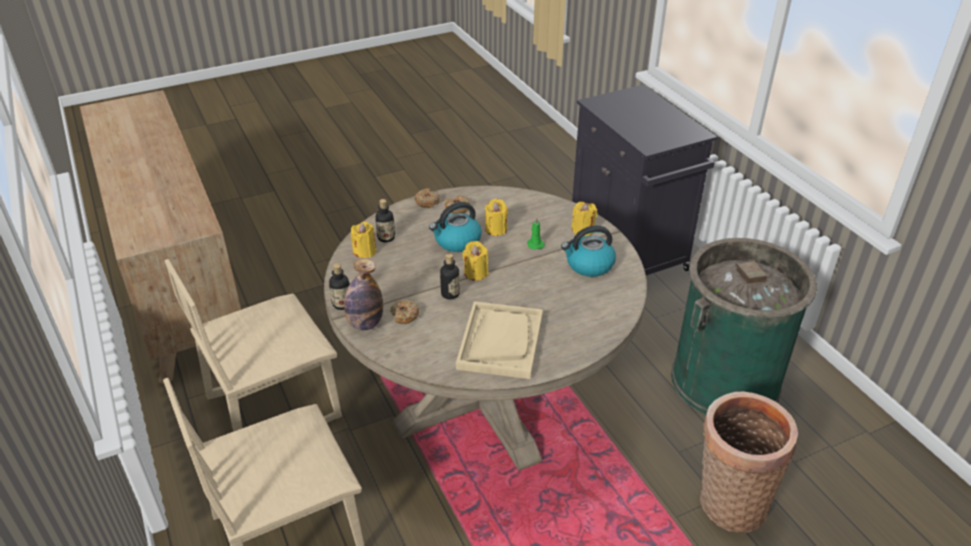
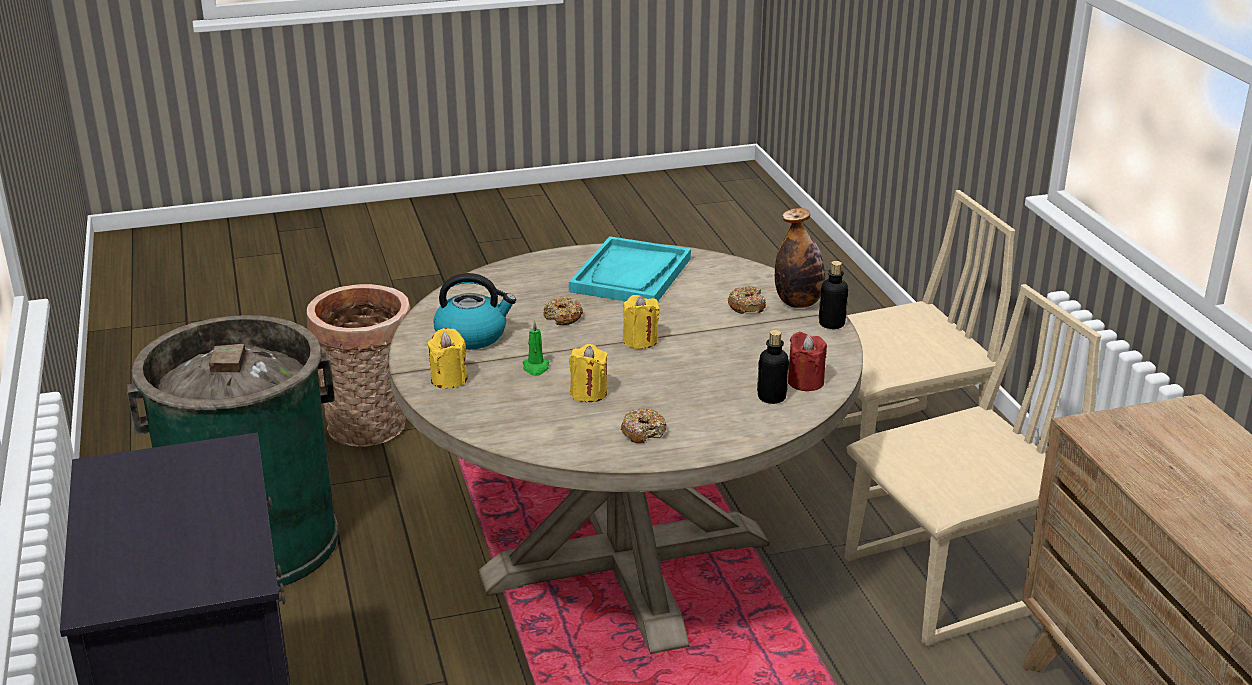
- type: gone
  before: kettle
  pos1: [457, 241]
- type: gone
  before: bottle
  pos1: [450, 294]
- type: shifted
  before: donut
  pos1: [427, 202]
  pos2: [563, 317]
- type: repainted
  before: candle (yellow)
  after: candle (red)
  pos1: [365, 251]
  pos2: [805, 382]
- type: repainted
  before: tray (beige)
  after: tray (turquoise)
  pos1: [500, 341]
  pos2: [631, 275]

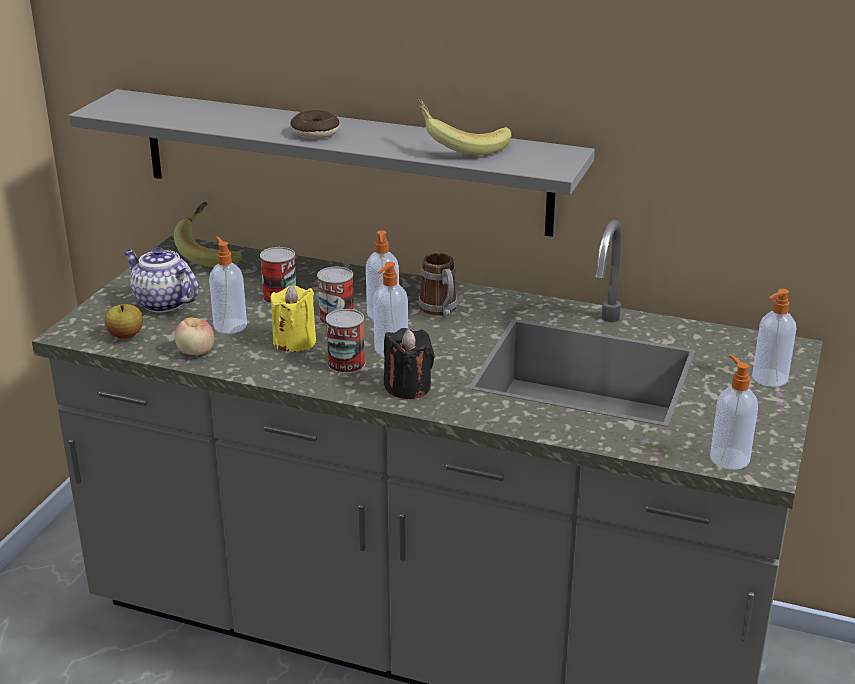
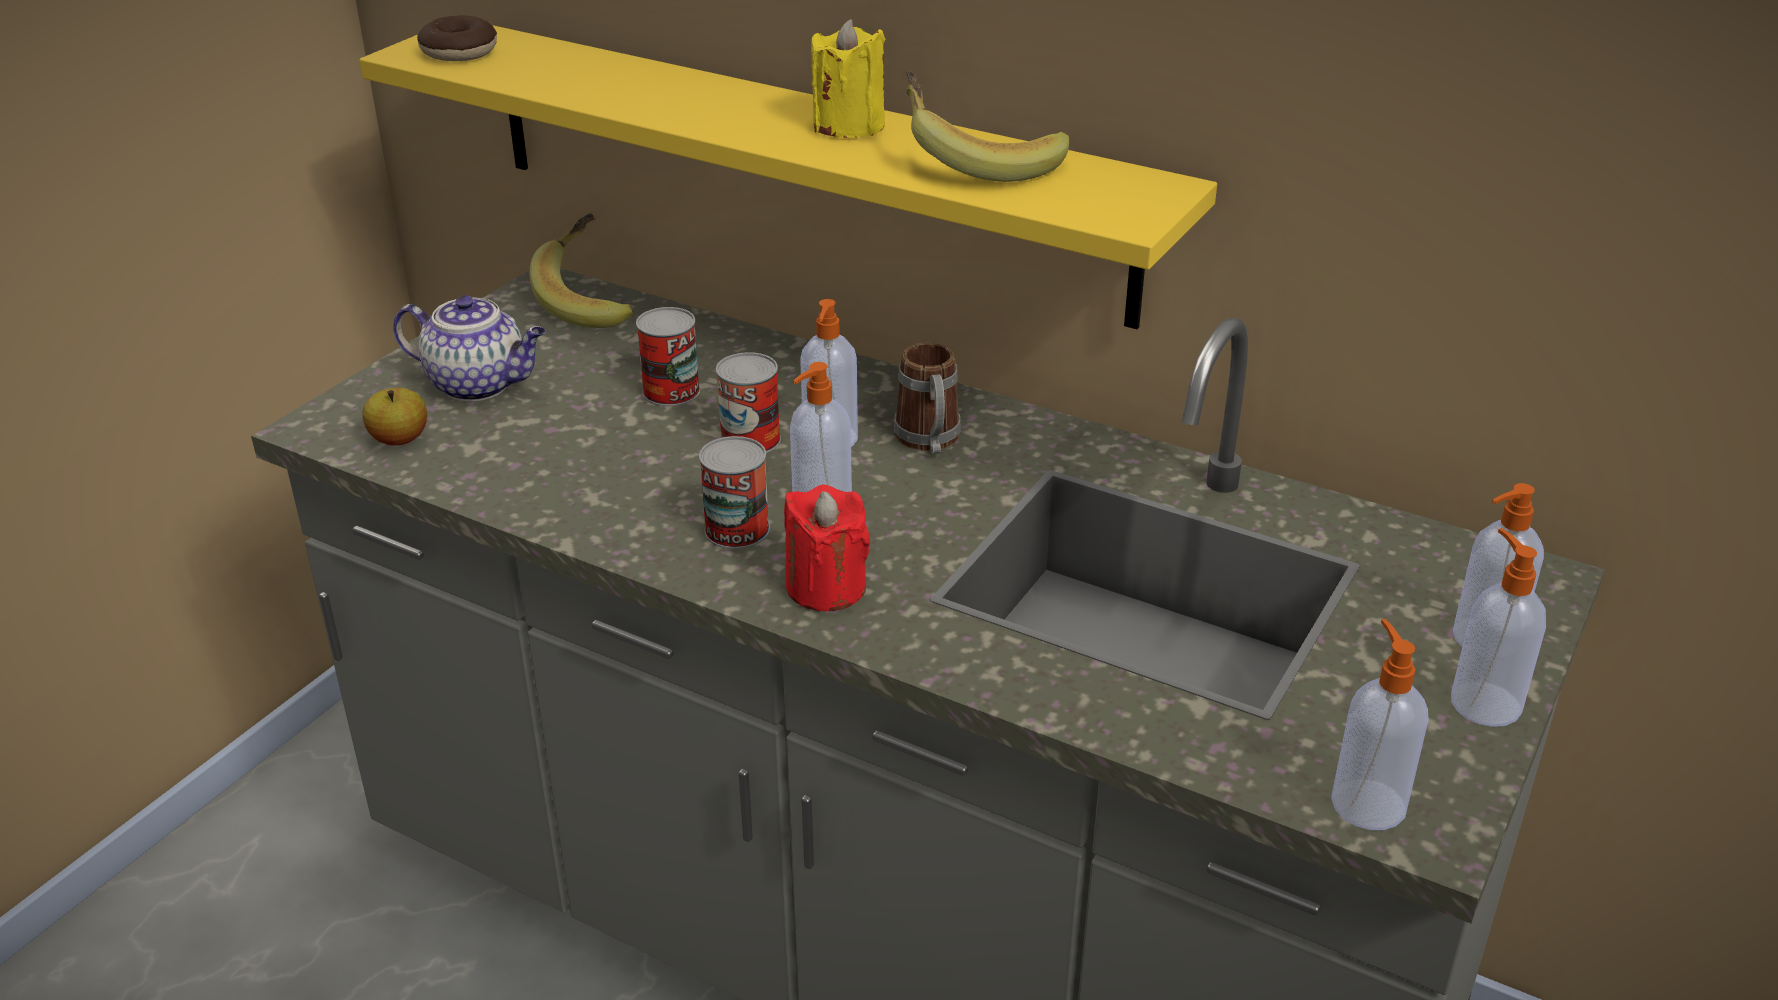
- type: gone
  before: apple
  pos1: [196, 352]
- type: shifted
  before: soap dispenser
  pos1: [229, 325]
  pos2: [1483, 703]
- type: shifted
  before: candle (yellow)
  pos1: [294, 342]
  pos2: [849, 126]
- type: shifted
  before: donut
  pos1: [315, 133]
  pos2: [459, 52]
- type: repainted
  before: shelf (grey)
  after: shelf (yellow)
  pos1: [342, 161]
  pos2: [799, 166]
- type: repainted
  before: candle (black)
  after: candle (red)
  pos1: [408, 387]
  pos2: [826, 587]
- type: rotated
  before: teapot
  pos1: [162, 303]
  pos2: [480, 384]
  turn: 150

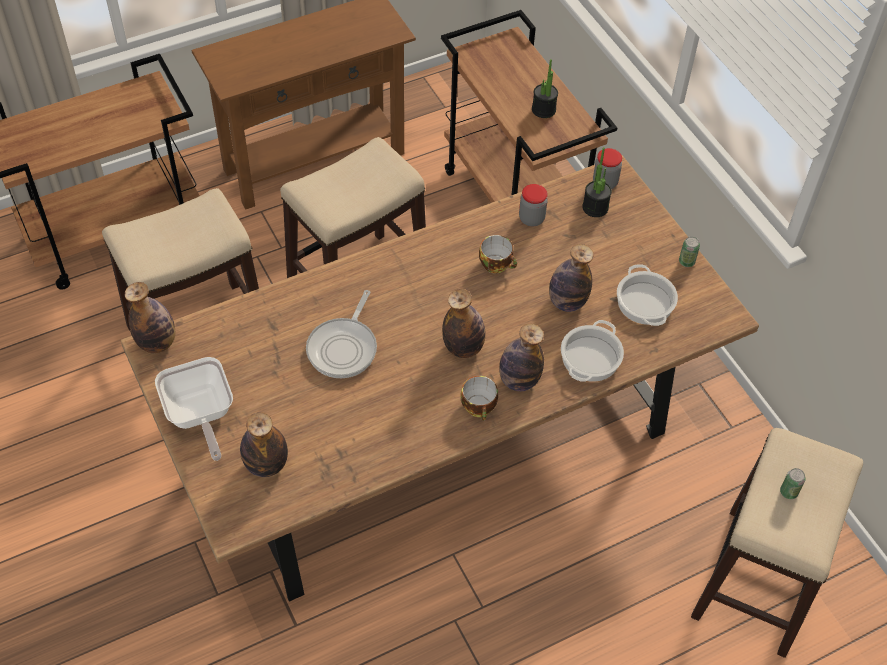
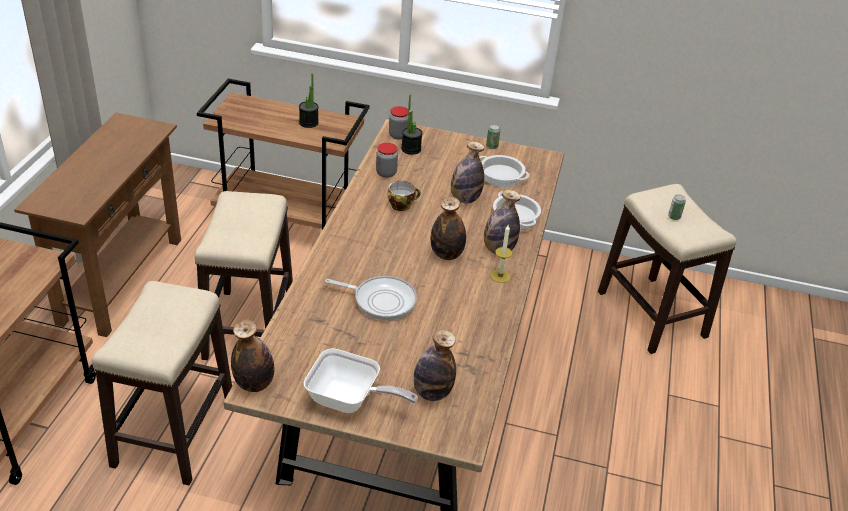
- type: swapped
  before: cup
  after: candle
  pos1: [480, 408]
  pos2: [500, 276]
- type: rotated
  before: frying pan
  pos1: [344, 347]
  pos2: [381, 300]
  turn: -45

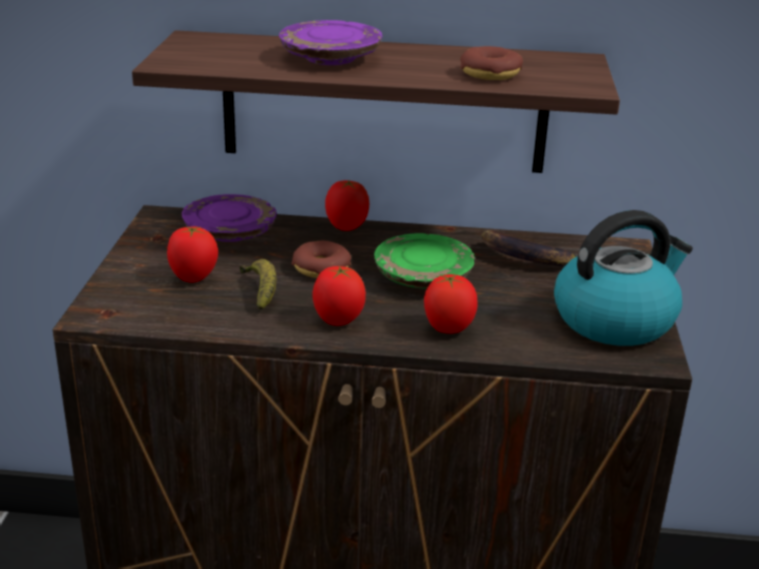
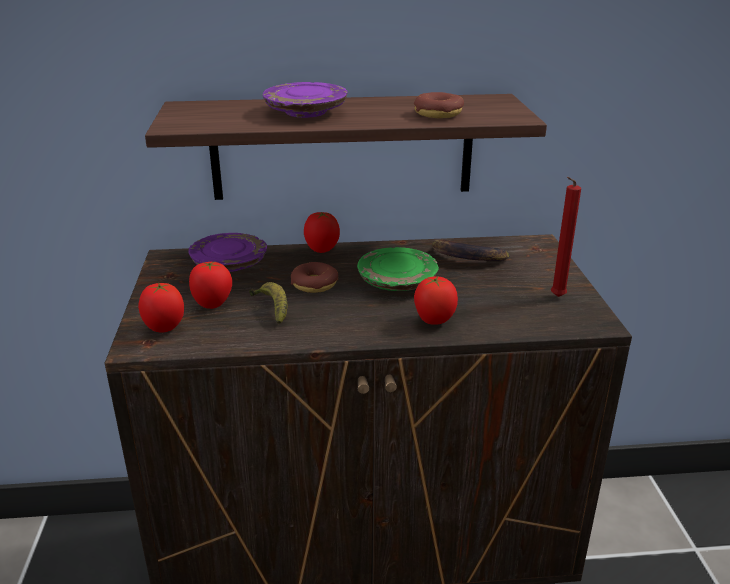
- type: shifted
  before: tomato
  pos1: [338, 321]
  pos2: [164, 328]
- type: swapped
  before: kettle
  after: candle (red)
  pos1: [615, 319]
  pos2: [556, 297]

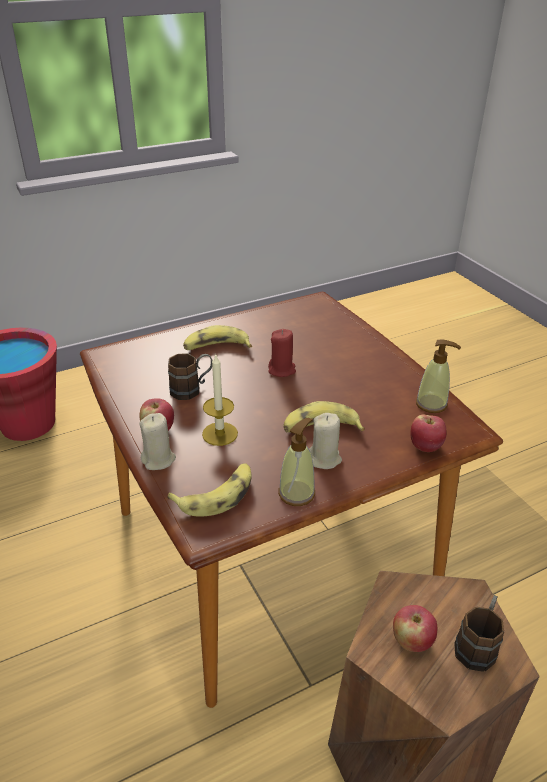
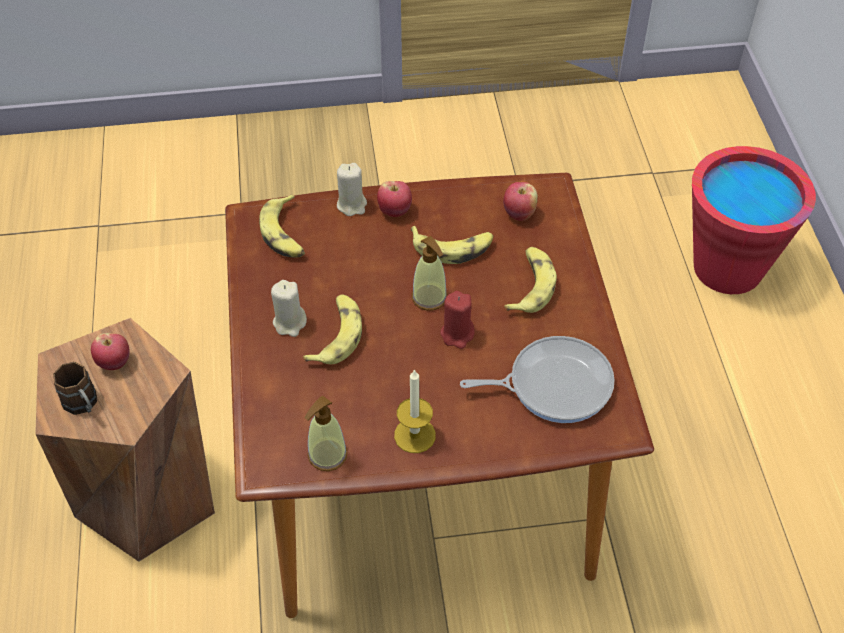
- type: new
  after: frying pan
  pos2: [554, 384]
- type: shifted
  before: candle
  pos1: [220, 434]
  pos2: [414, 435]
- type: shifted
  before: soap dispenser
  pos1: [297, 493]
  pos2: [429, 297]
- type: shifted
  before: apple
  pos1: [425, 447]
  pos2: [519, 213]
- type: swapped
  before: mug (brown)
  after: banana
  pos1: [192, 389]
  pos2: [452, 247]

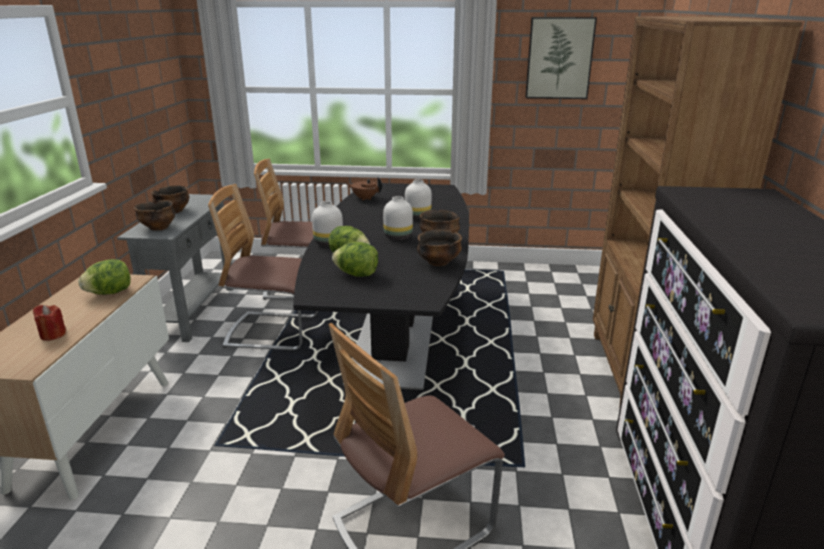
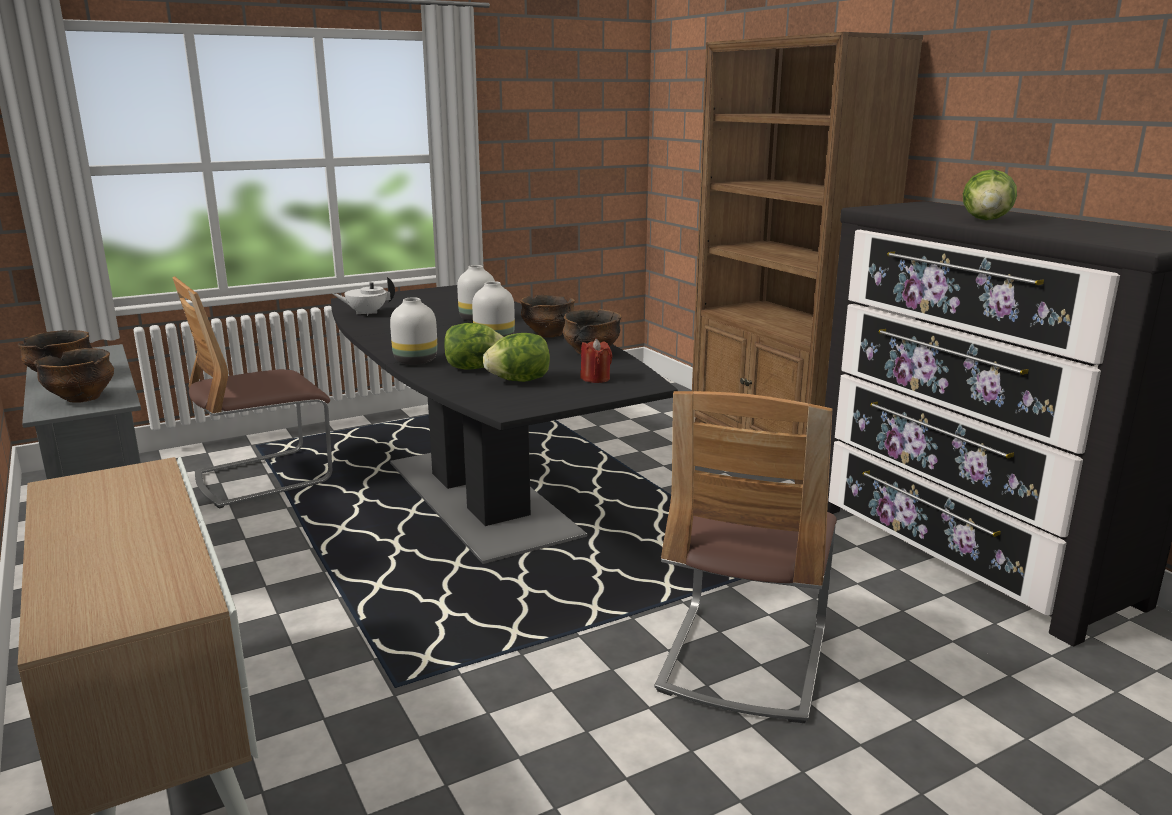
- type: gone
  before: chair
  pos1: [273, 332]
- type: gone
  before: picture
  pos1: [559, 58]
- type: shifted
  before: candle (red)
  pos1: [53, 335]
  pos2: [595, 378]
- type: shifted
  before: lettuce
  pos1: [110, 293]
  pos2: [986, 220]
- type: repainted
  before: teapot (brown)
  after: teapot (white)
  pos1: [365, 198]
  pos2: [366, 313]

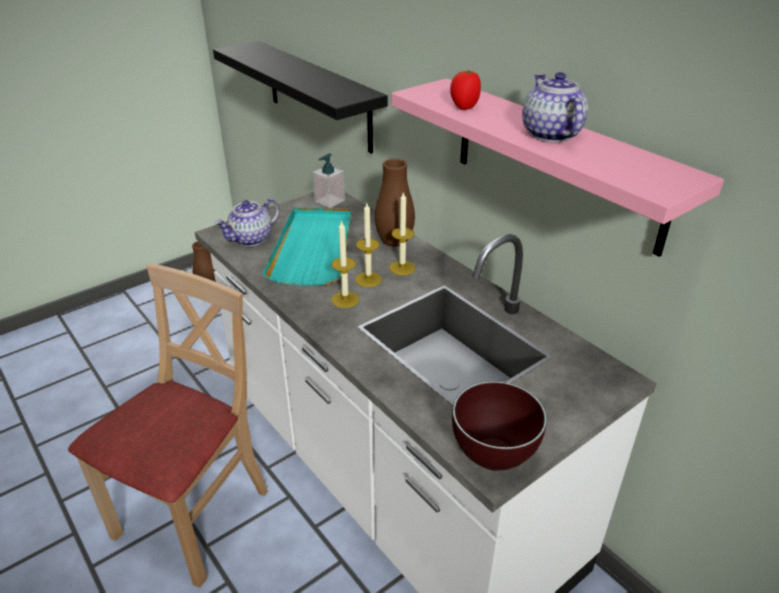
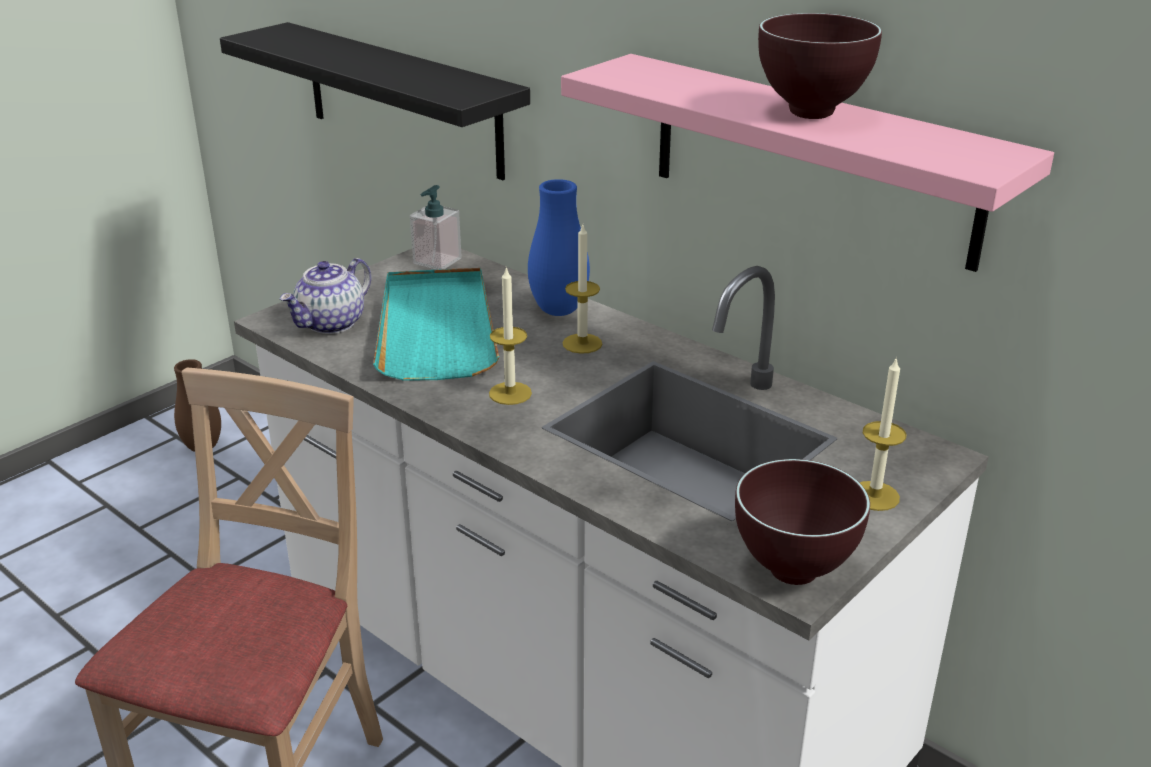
- type: gone
  before: tomato
  pos1: [464, 107]
- type: shifted
  before: candle
  pos1: [368, 279]
  pos2: [874, 496]
- type: swapped
  before: teapot
  after: bowl (brown)
  pos1: [550, 134]
  pos2: [809, 114]
- type: repainted
  before: vase (brown)
  after: vase (blue)
  pos1: [394, 242]
  pos2: [559, 310]

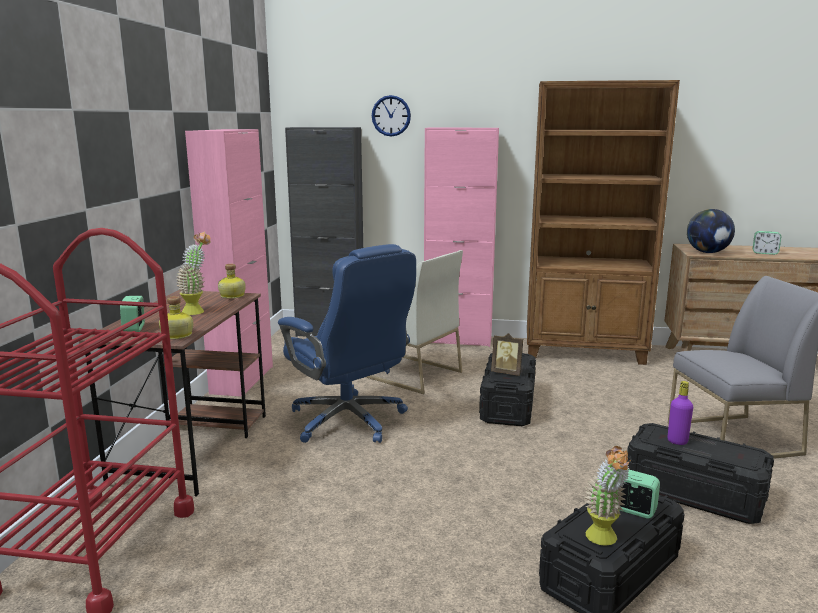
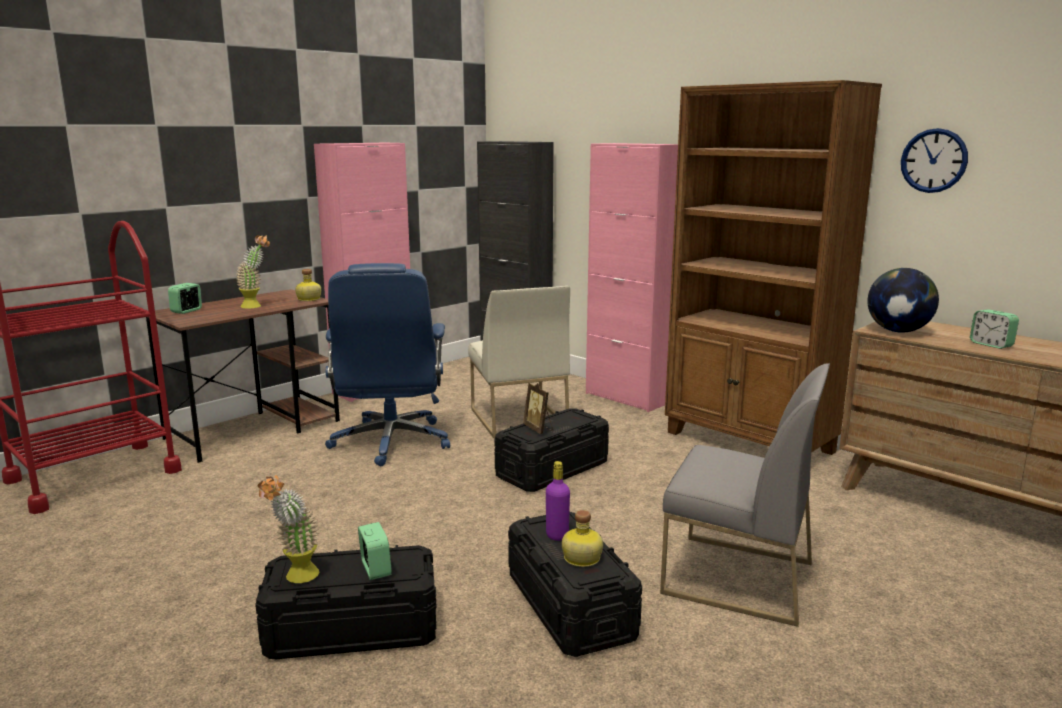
- type: shifted
  before: bottle
  pos1: [176, 335]
  pos2: [580, 558]
- type: shifted
  before: wall clock
  pos1: [391, 116]
  pos2: [933, 160]

